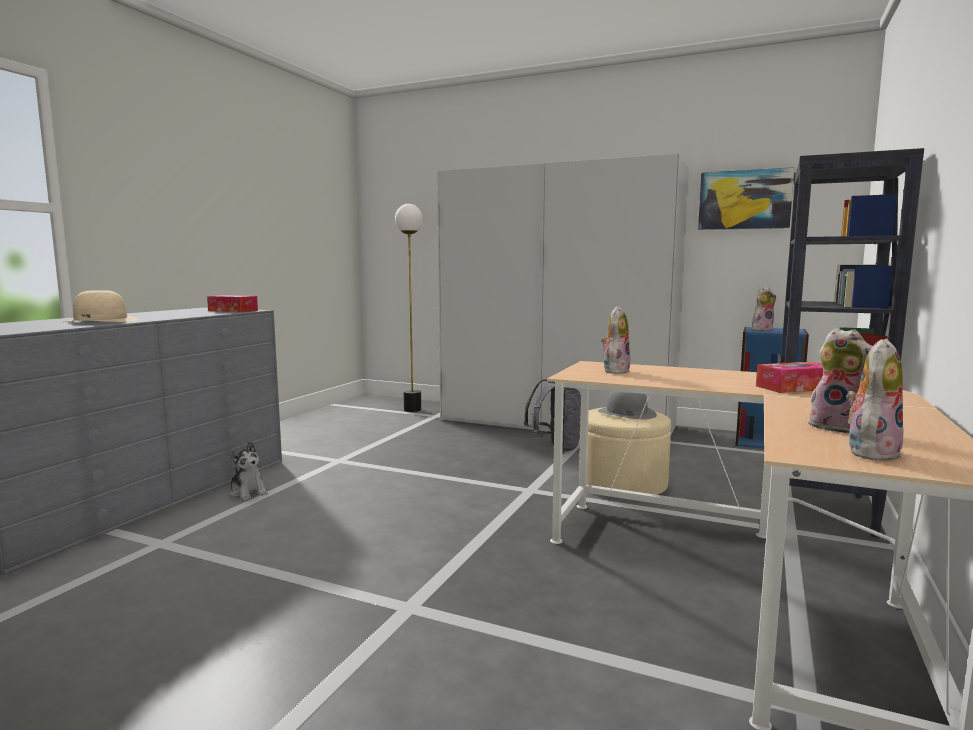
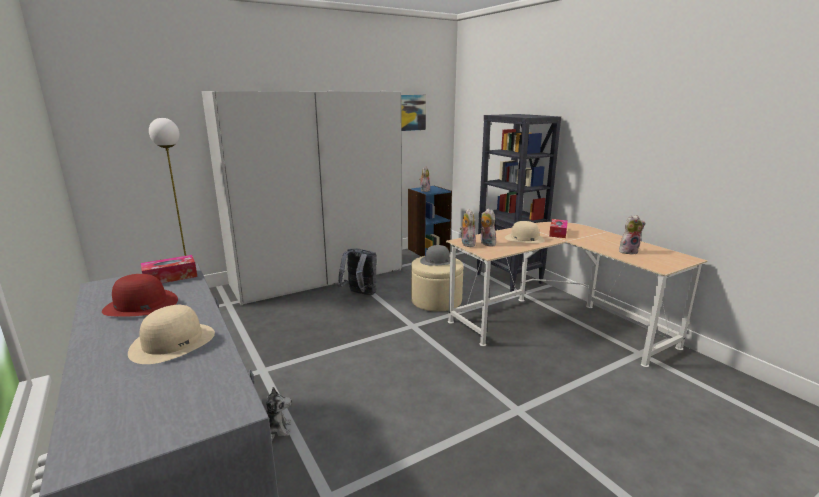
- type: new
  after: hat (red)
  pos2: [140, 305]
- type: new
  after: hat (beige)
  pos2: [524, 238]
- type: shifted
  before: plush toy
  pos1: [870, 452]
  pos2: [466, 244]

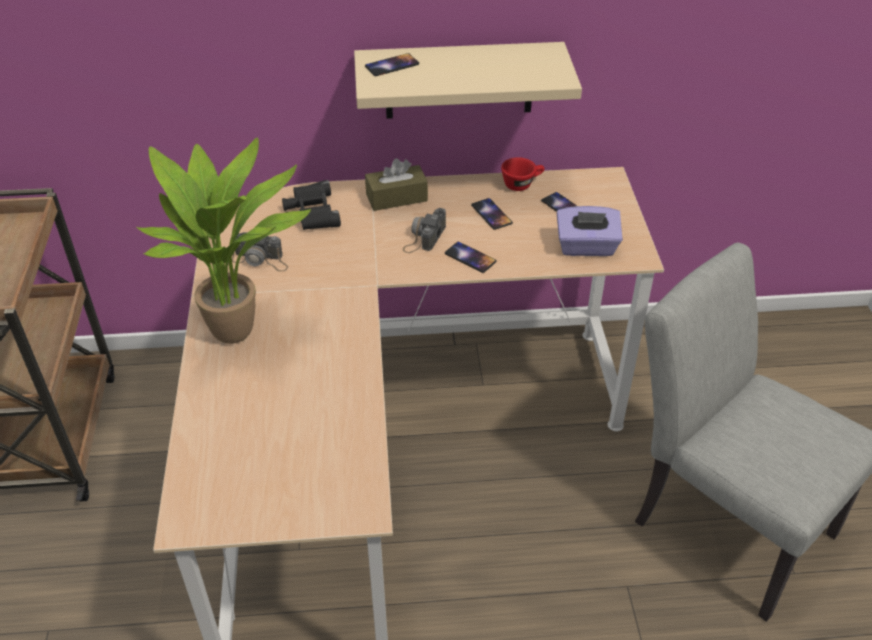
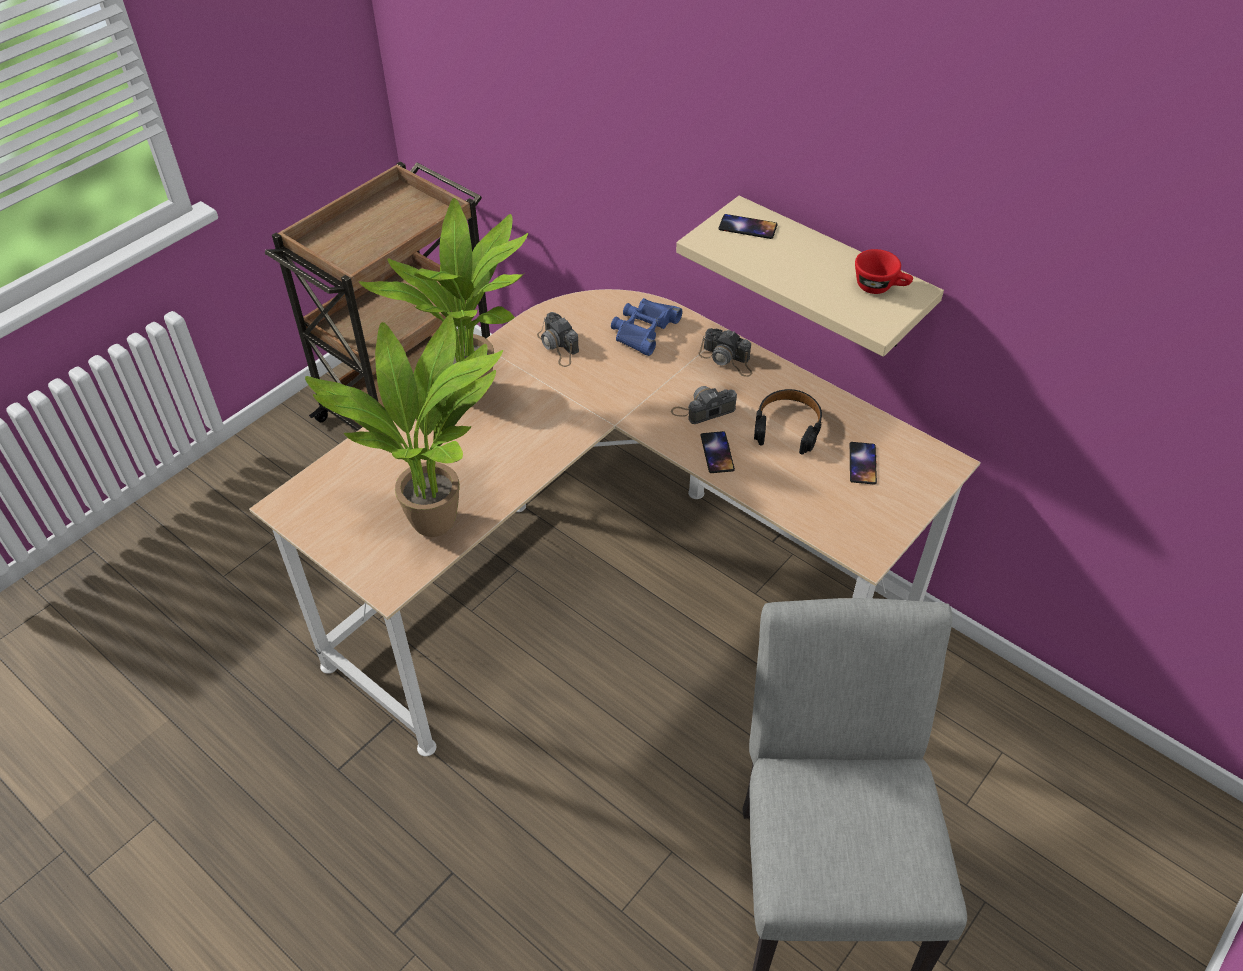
- type: gone
  before: tissue box (purple)
  pos1: [586, 247]
- type: new
  after: potted plant
  pos2: [437, 517]
- type: shifted
  before: cup (red)
  pos1: [522, 184]
  pos2: [880, 287]
- type: swapped
  before: tissue box (brown)
  after: photo camera
  pos1: [396, 197]
  pos2: [727, 359]
- type: swapped
  before: phone
  after: headphones (black)
  pos1: [491, 214]
  pos2: [787, 426]
- type: repainted
  before: binoculars (black)
  after: binoculars (blue)
  pos1: [311, 212]
  pos2: [643, 330]

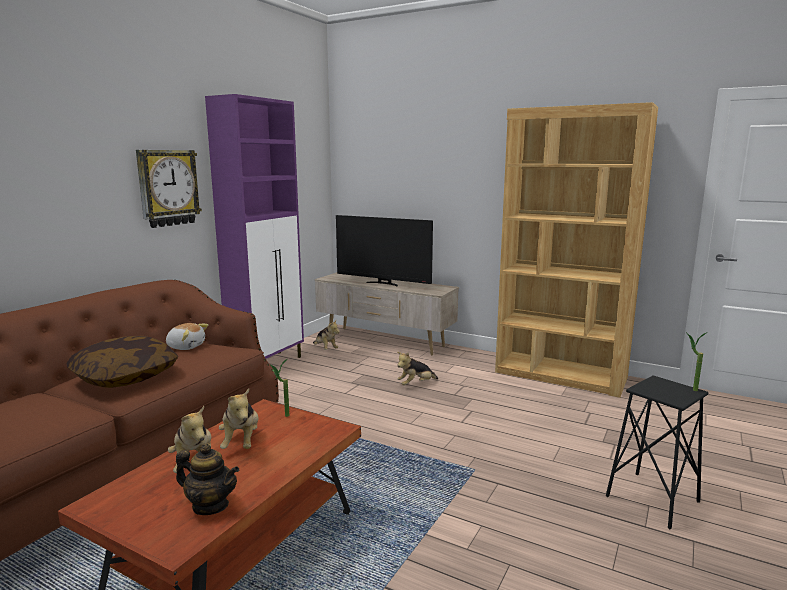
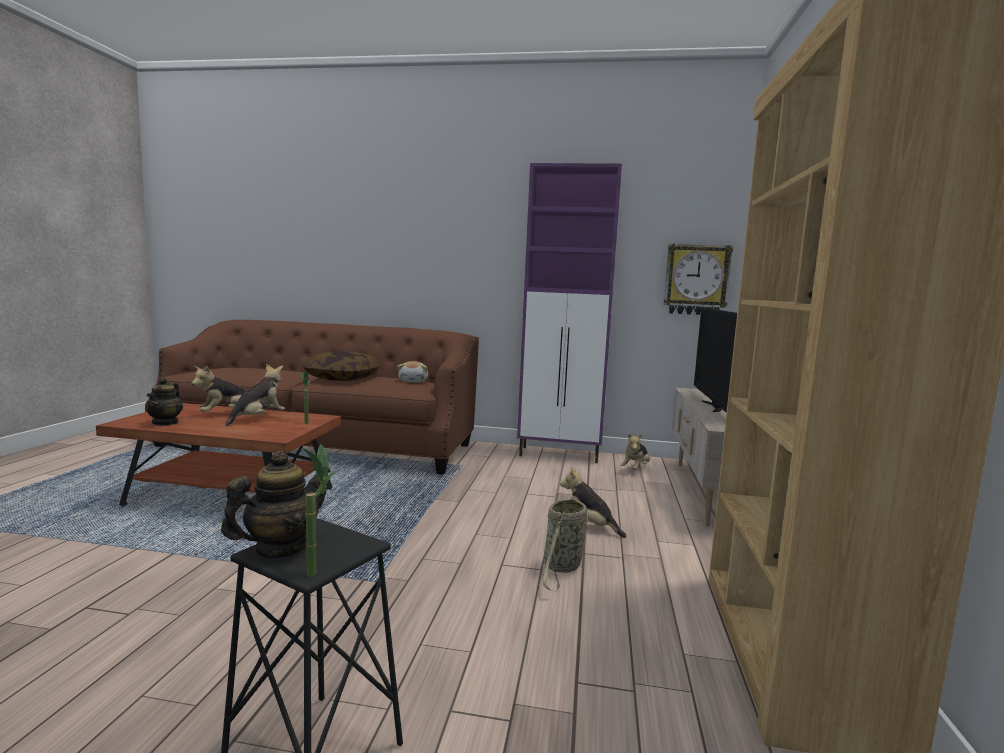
- type: new
  after: teapot
  pos2: [280, 548]
- type: new
  after: basket
  pos2: [561, 568]
- type: shifted
  before: wall clock
  pos1: [168, 188]
  pos2: [696, 280]
- type: rotated
  before: plush toy
  pos1: [241, 442]
  pos2: [258, 419]
  turn: 150

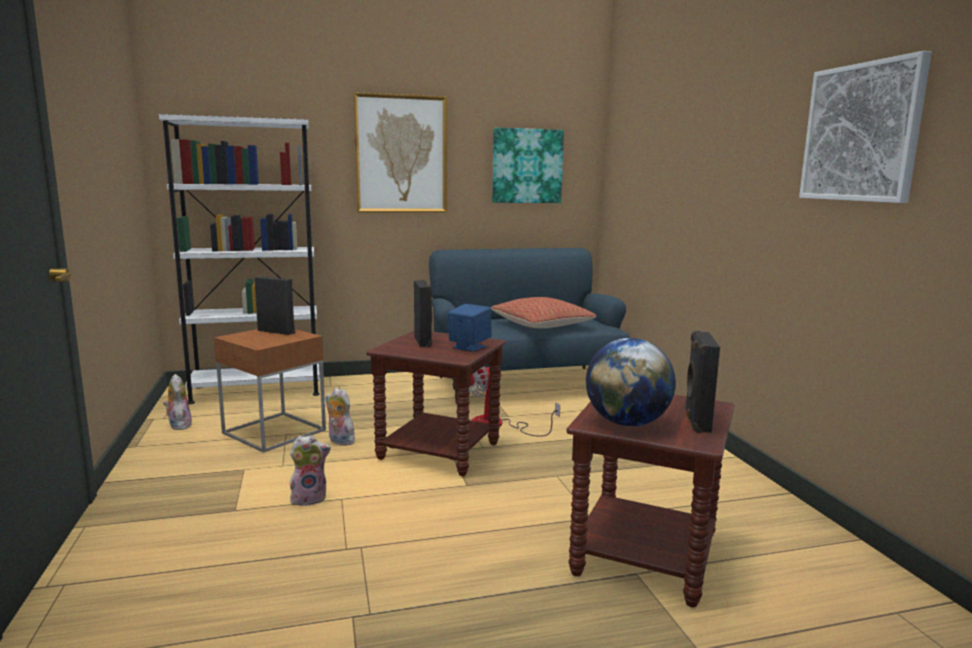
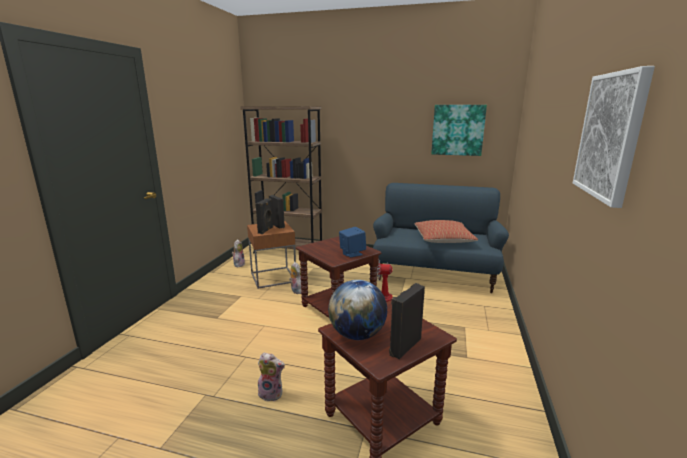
- type: gone
  before: picture
  pos1: [401, 154]
- type: shifted
  before: plush toy
  pos1: [309, 498]
  pos2: [272, 393]
- type: shifted
  before: speaker (black)
  pos1: [423, 341]
  pos2: [266, 230]
- type: repainted
  before: bookcase (white)
  after: bookcase (brown)
  pos1: [256, 391]
  pos2: [288, 251]

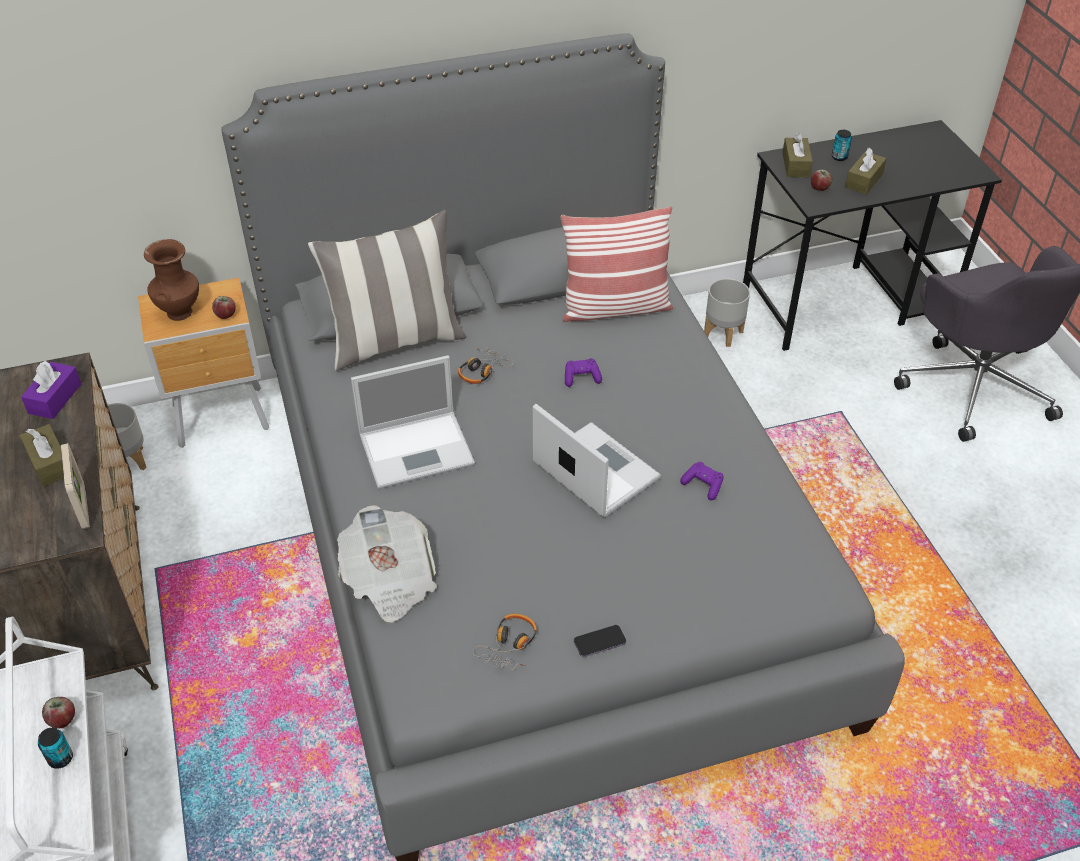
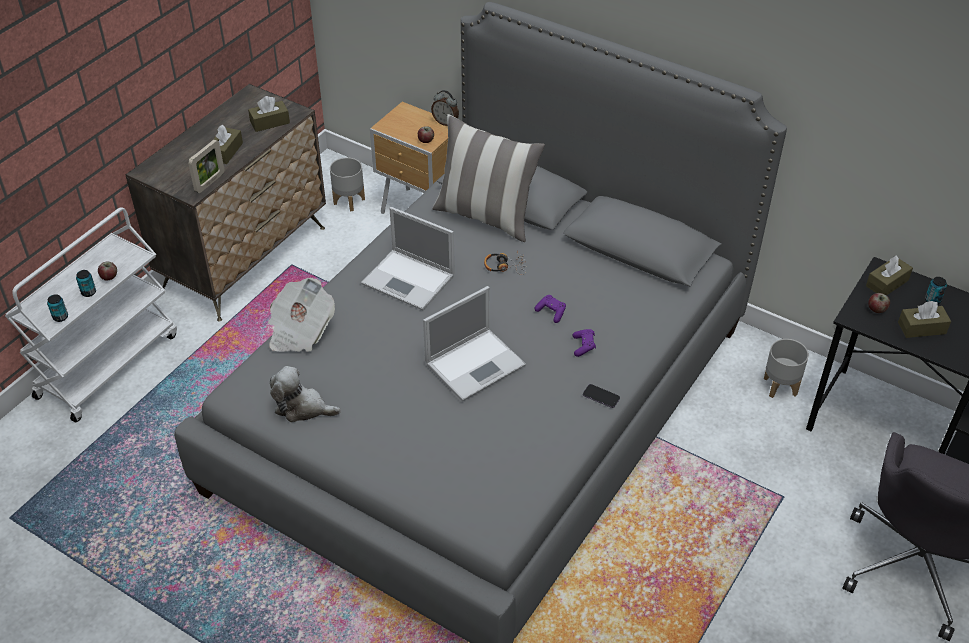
- type: gone
  before: vase (brown)
  pos1: [180, 311]
- type: gone
  before: pillow
  pos1: [615, 307]
- type: new
  after: can
  pos2: [60, 317]
- type: new
  after: alarm clock
  pos2: [445, 122]
- type: shifted
  before: phone
  pos1: [599, 642]
  pos2: [601, 397]
- type: shifted
  before: game controller (purple)
  pos1: [703, 485]
  pos2: [584, 346]
- type: swapped
  before: headphones
  after: plush toy
  pos1: [509, 646]
  pos2: [302, 407]
- type: repainted
  before: tissue box (purple)
  after: tissue box (brown)
  pos1: [55, 398]
  pos2: [270, 122]
- type: rotated
  before: laptop
  pos1: [593, 469]
  pos2: [476, 363]
  turn: 45

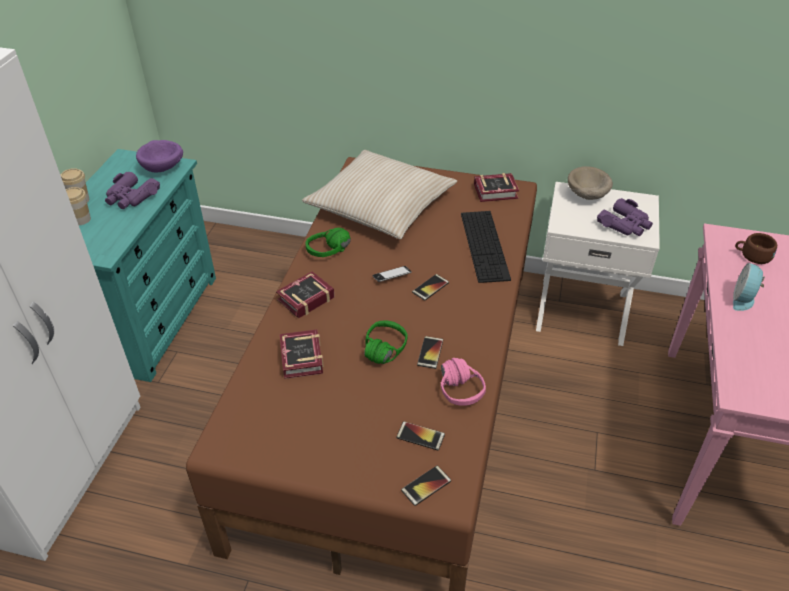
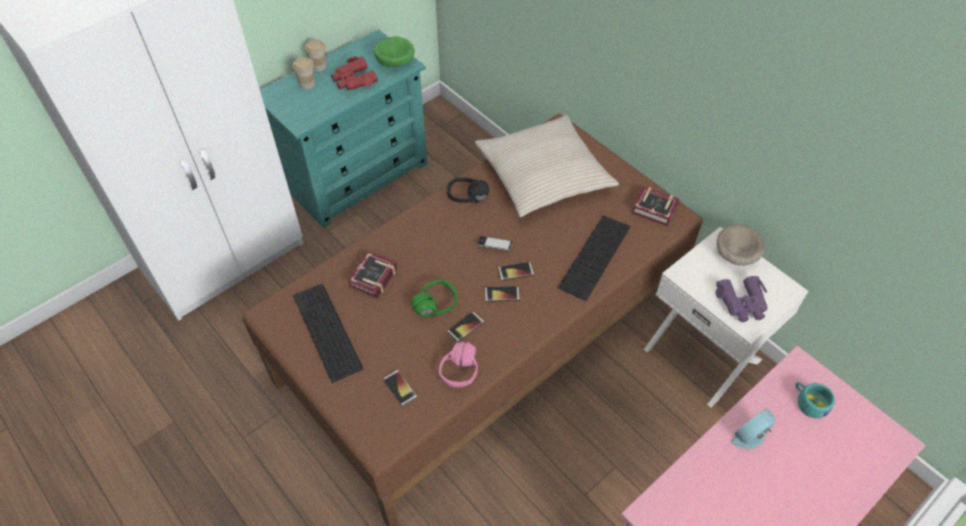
- type: gone
  before: book
  pos1: [303, 299]
- type: new
  after: keyboard
  pos2: [327, 331]
- type: shifted
  before: phone
  pos1: [426, 486]
  pos2: [502, 294]
- type: repainted
  before: binoculars (purple)
  after: binoculars (red)
  pos1: [131, 197]
  pos2: [354, 80]
- type: repainted
  before: bowl (purple)
  after: bowl (green)
  pos1: [164, 168]
  pos2: [396, 63]
- type: repainted
  before: headphones (green)
  after: headphones (black)
  pos1: [332, 254]
  pos2: [467, 201]
- type: repainted
  before: cup (brown)
  after: cup (turquoise)
  pos1: [752, 255]
  pos2: [809, 402]

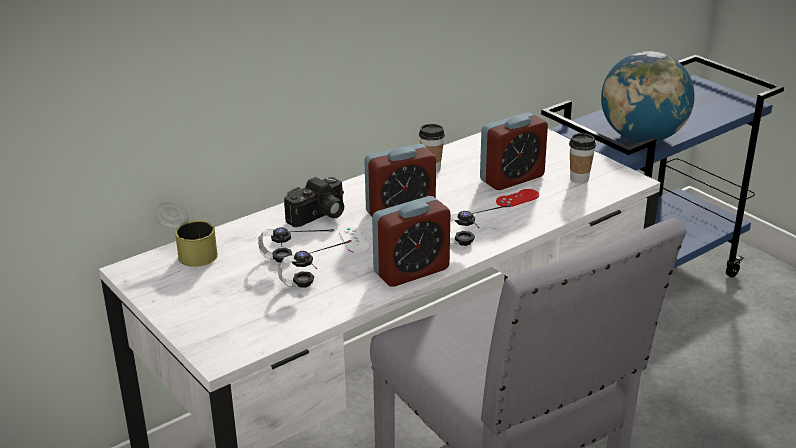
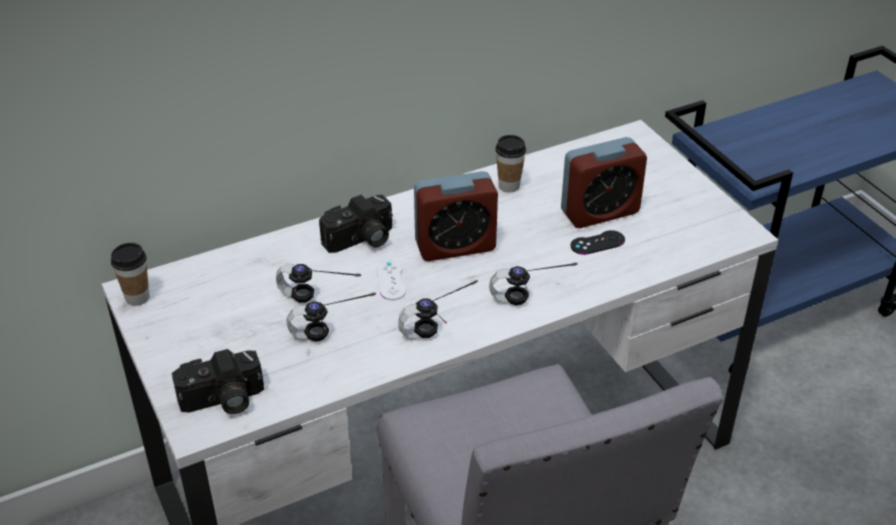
- type: gone
  before: can
  pos1: [189, 252]
- type: gone
  before: globe
  pos1: [642, 138]
- type: new
  after: photo camera
  pos2: [222, 401]
- type: shifted
  before: cup
  pos1: [579, 179]
  pos2: [137, 297]
- type: swapped
  before: alarm clock
  after: headphones
  pos1: [411, 271]
  pos2: [443, 334]
- type: repainted
  before: game controller (red)
  after: game controller (black)
  pos1: [517, 198]
  pos2: [597, 243]

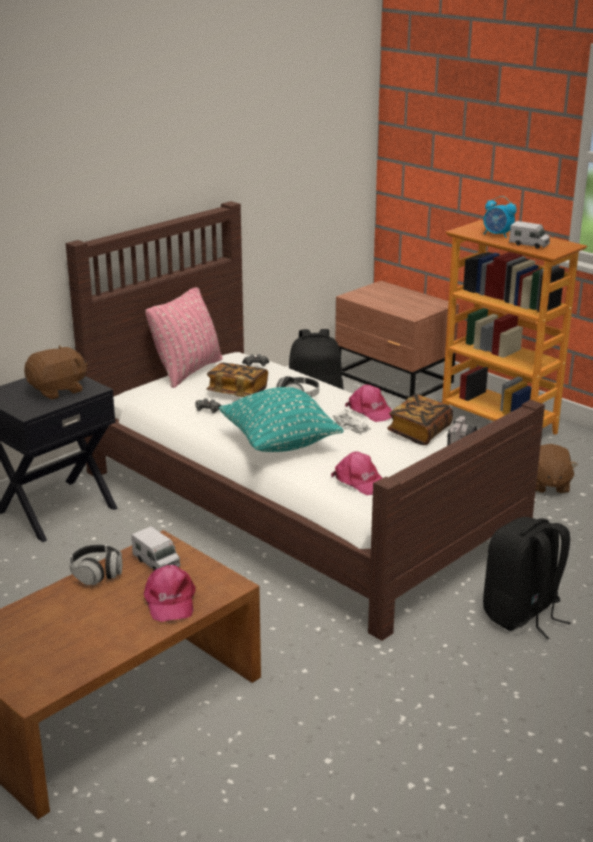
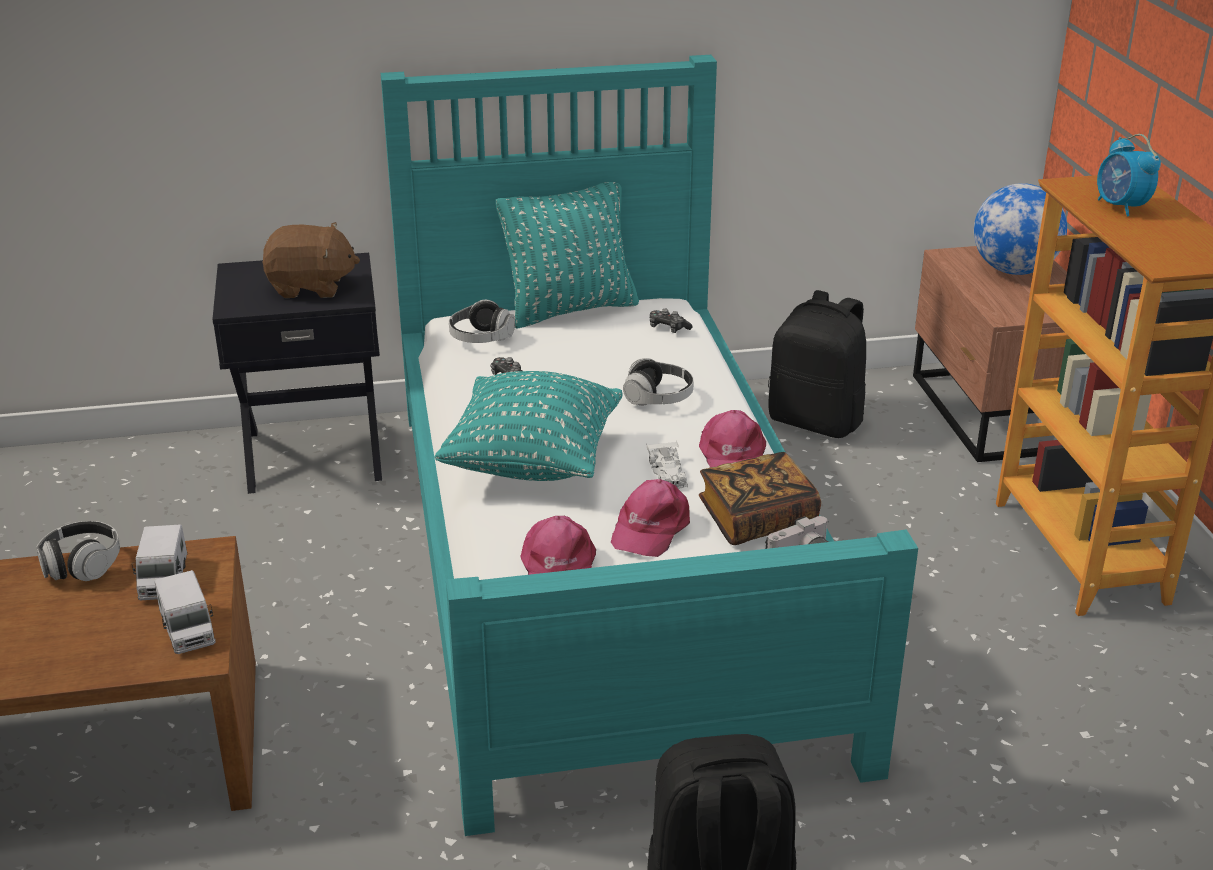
- type: gone
  before: book
  pos1: [237, 392]
- type: gone
  before: plush toy (brown)
  pos1: [548, 485]
- type: new
  after: headphones
  pos2: [481, 338]
- type: new
  after: globe
  pos2: [1013, 270]
- type: shifted
  before: cap (pink)
  pos1: [169, 601]
  pos2: [650, 528]
- type: shifted
  before: toy truck
  pos1: [529, 244]
  pos2: [187, 630]
- type: repainted
  before: bed (brown)
  after: bed (turquoise)
  pos1: [295, 504]
  pos2: [606, 564]
- type: repainted
  before: pillow (pink)
  after: pillow (turquoise)
  pos1: [188, 371]
  pos2: [570, 310]

